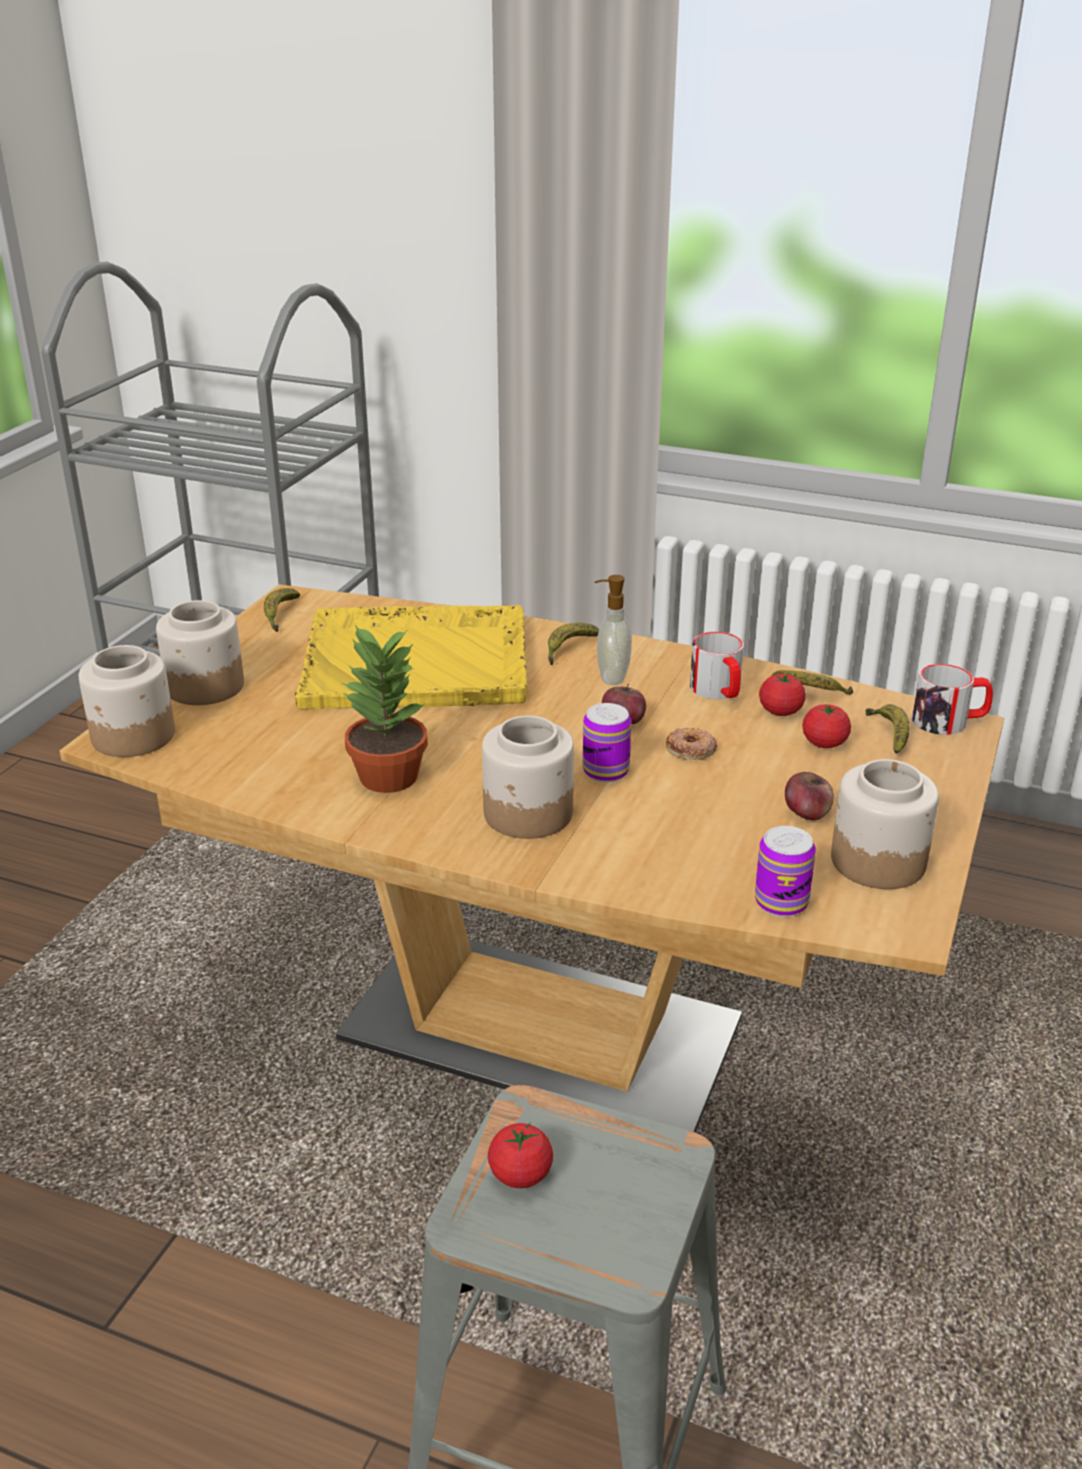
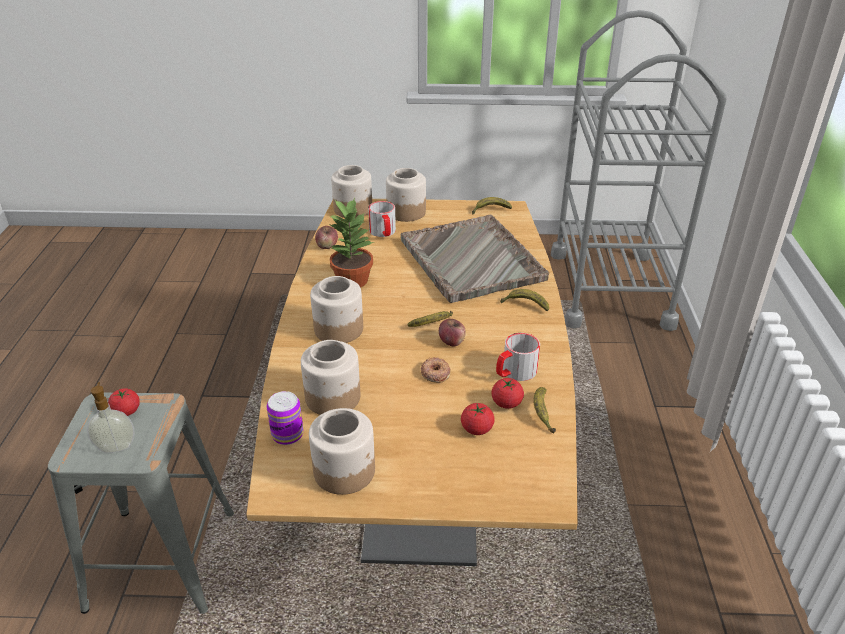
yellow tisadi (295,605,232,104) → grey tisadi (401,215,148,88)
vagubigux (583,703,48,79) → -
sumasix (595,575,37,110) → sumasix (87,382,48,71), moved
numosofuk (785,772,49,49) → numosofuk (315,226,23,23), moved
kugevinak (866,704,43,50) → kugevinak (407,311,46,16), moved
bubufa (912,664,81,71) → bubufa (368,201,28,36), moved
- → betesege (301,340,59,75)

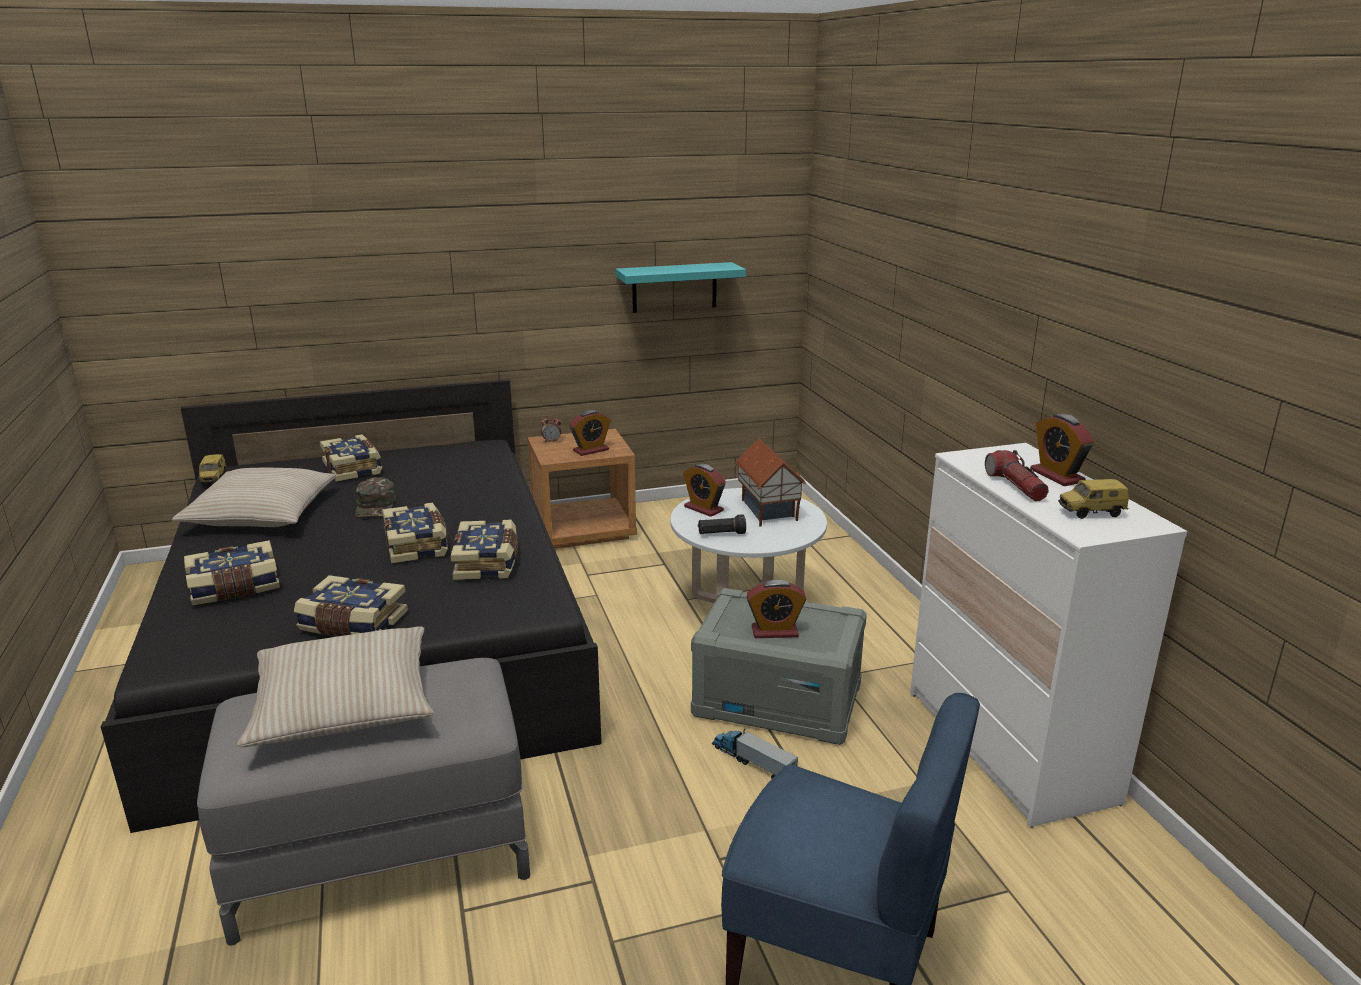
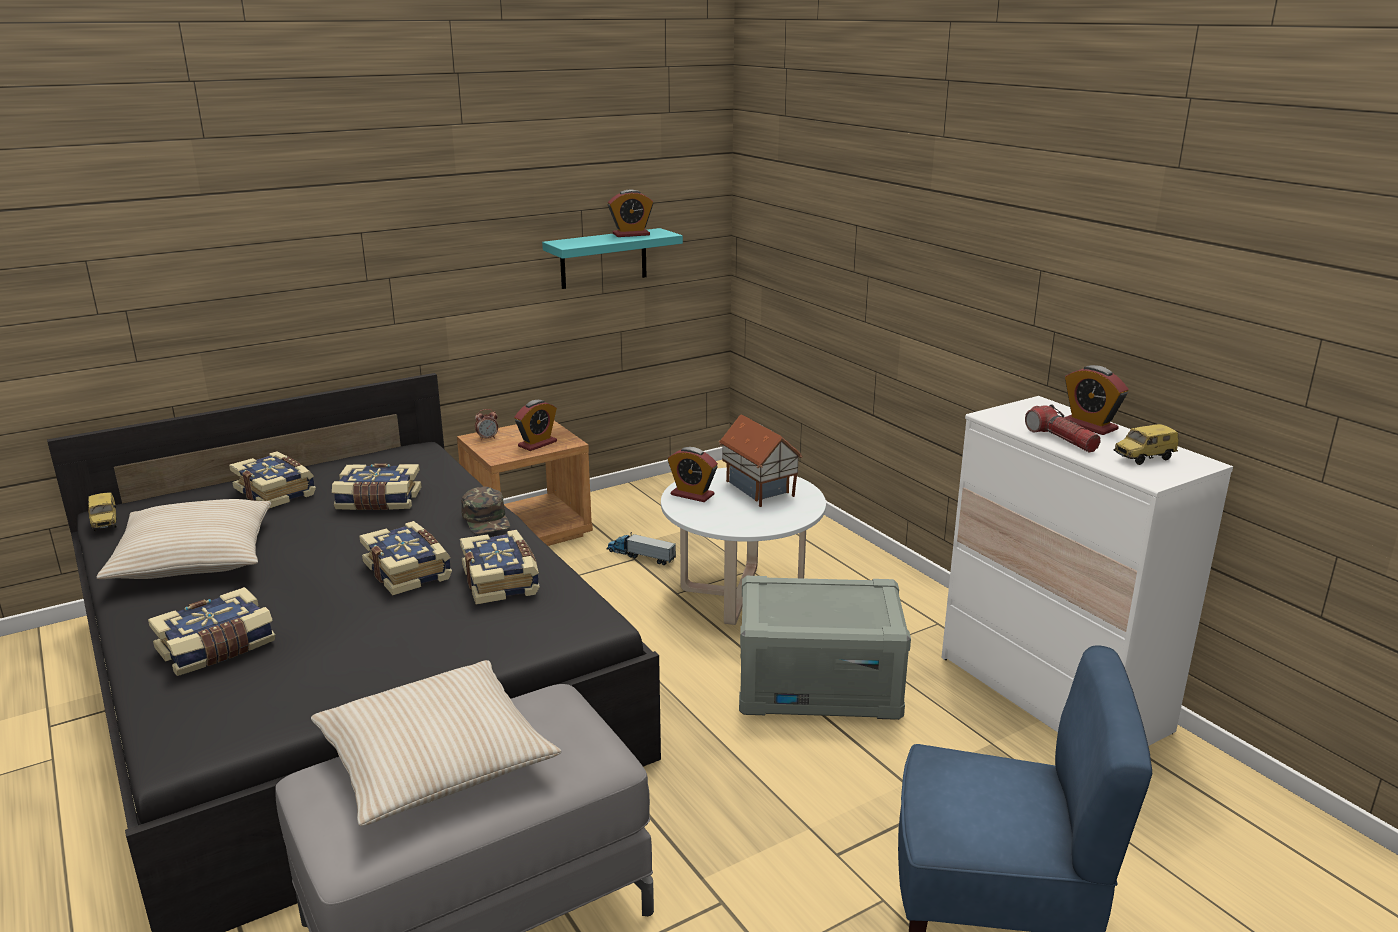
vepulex (294,575,114,62) → vepulex (332,463,90,47), moved
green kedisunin (355,477,41,40) → green kedisunin (461,486,49,48), moved
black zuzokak (698,514,48,20) → -
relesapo (712,729,86,50) → relesapo (606,532,70,33), moved
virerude (747,580,59,58) → virerude (608,189,45,48), moved

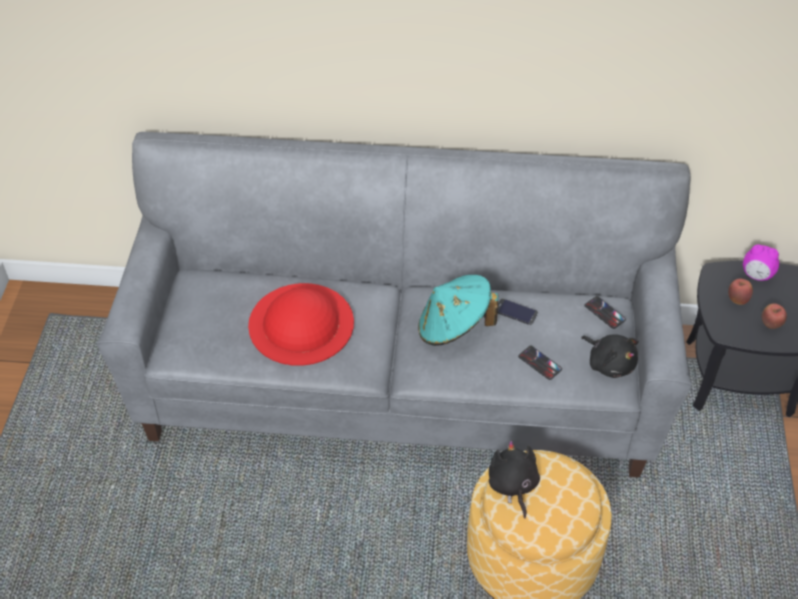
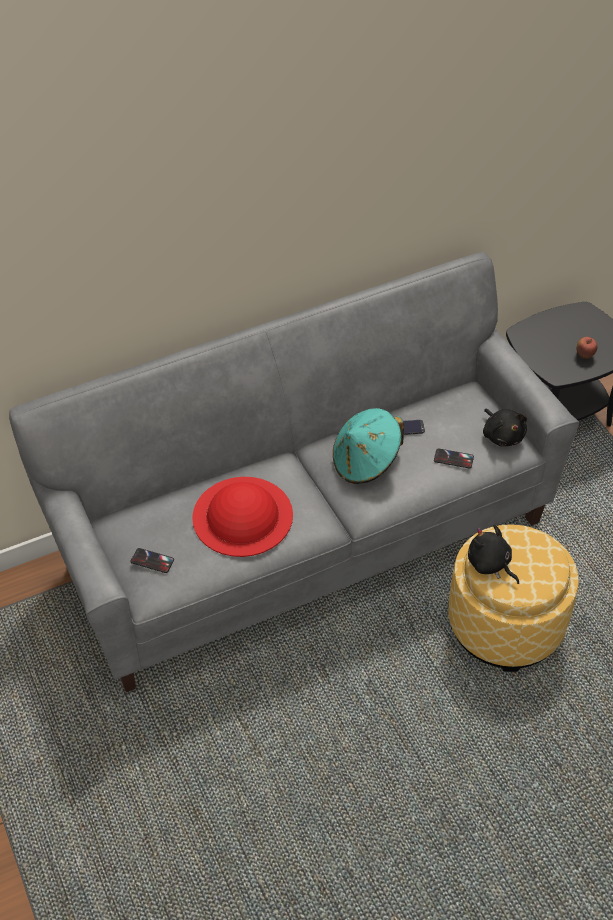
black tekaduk (581,334,58,44) → black tekaduk (483,409,44,37), 45 degrees clockwise
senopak (585,296,41,33) → senopak (130,548,44,25), moved
numosofuk (728,278,25,27) → -
virerude (743,245,36,36) → -

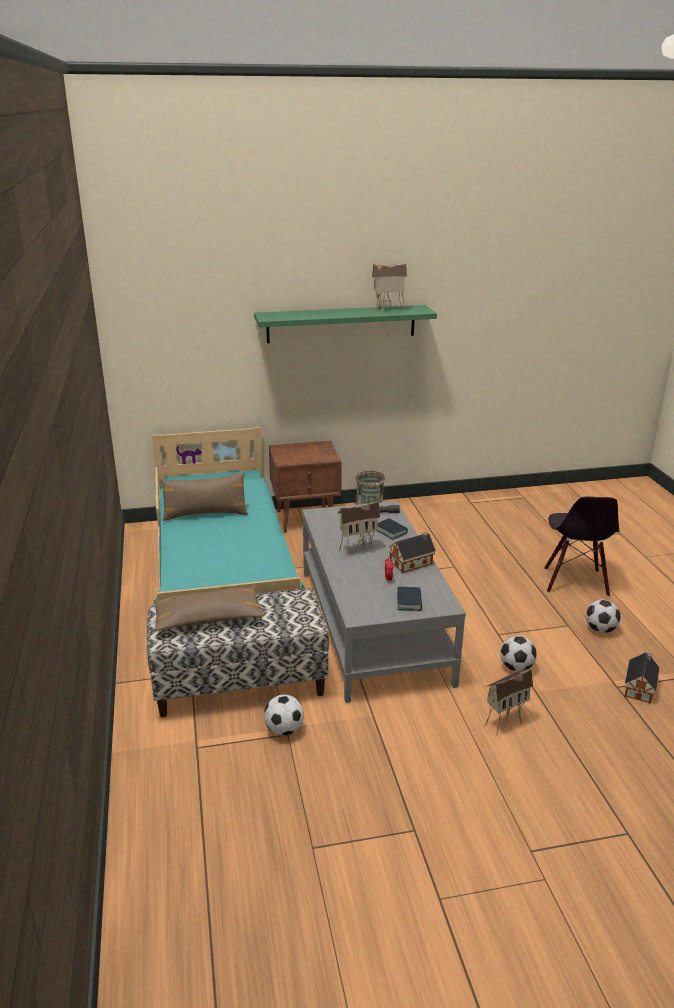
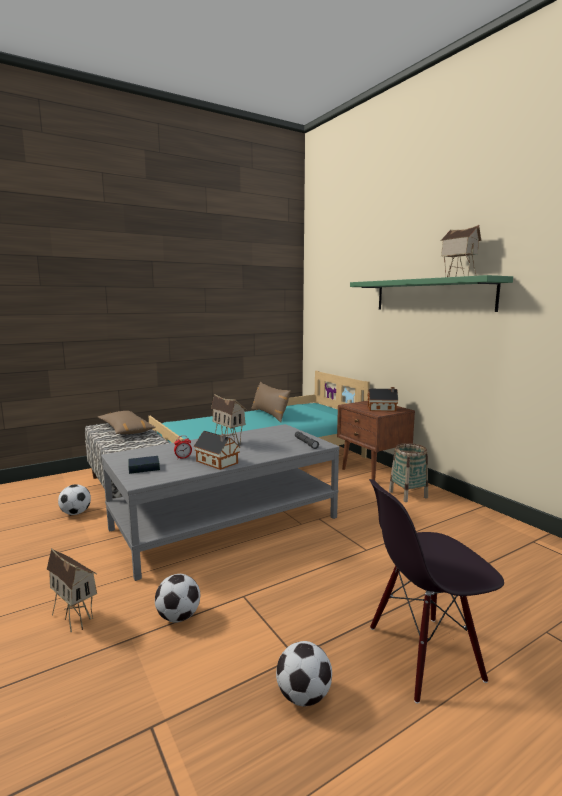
vepulex (378,518,30,22) → -
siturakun (624,653,36,51) → siturakun (367,387,31,24), moved

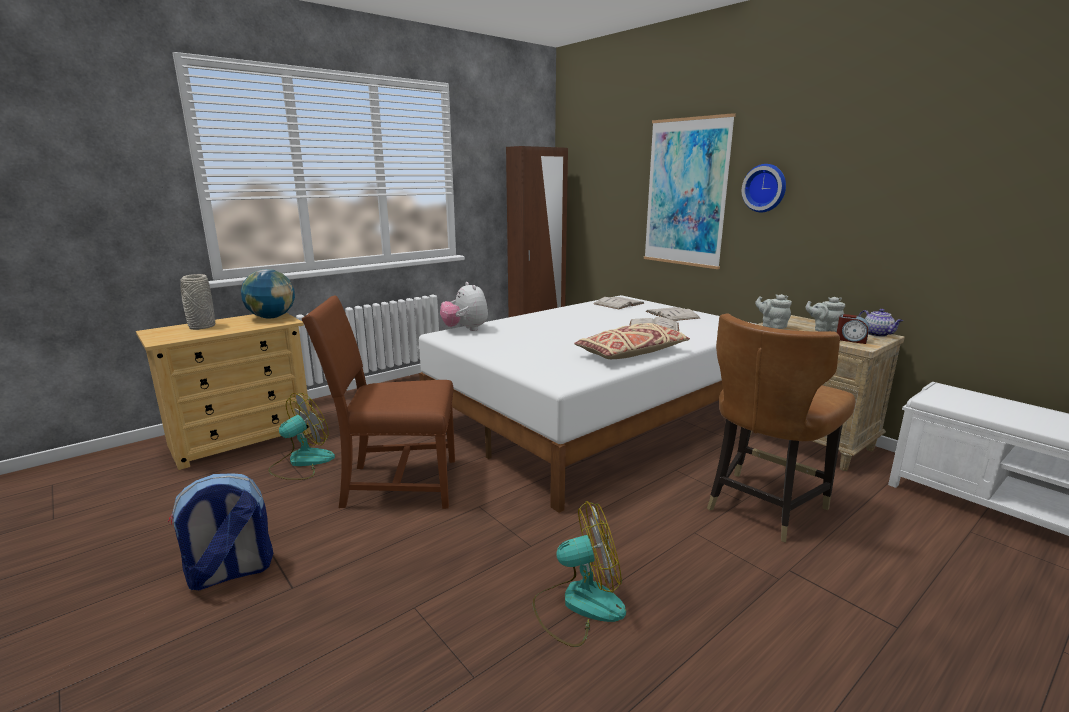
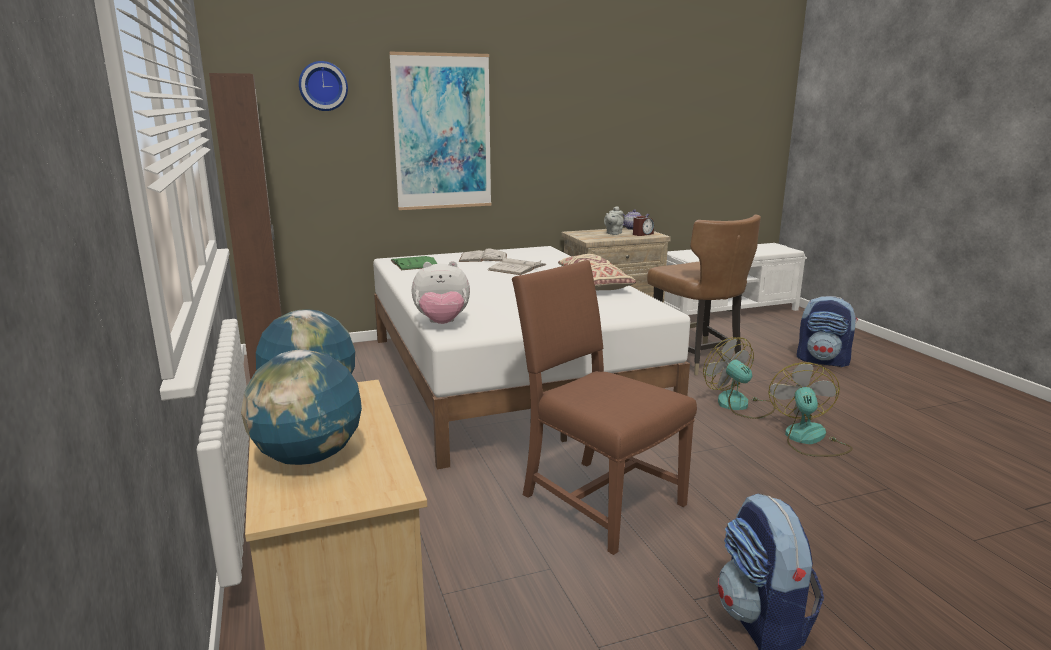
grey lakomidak (180,274,35,56) → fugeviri (241,349,121,116)
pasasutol (268,393,67,87) → pasasutol (703,337,73,82), moved
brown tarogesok (302,296,153,213) → brown tarogesok (512,260,185,295), 120 degrees clockwise
white vepulex (594,297,50,12) → green vepulex (391,256,46,14)
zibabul (742,164,44,48) → zibabul (299,61,49,50), moved
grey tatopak (755,294,37,35) → -
- → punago (797,296,61,71)

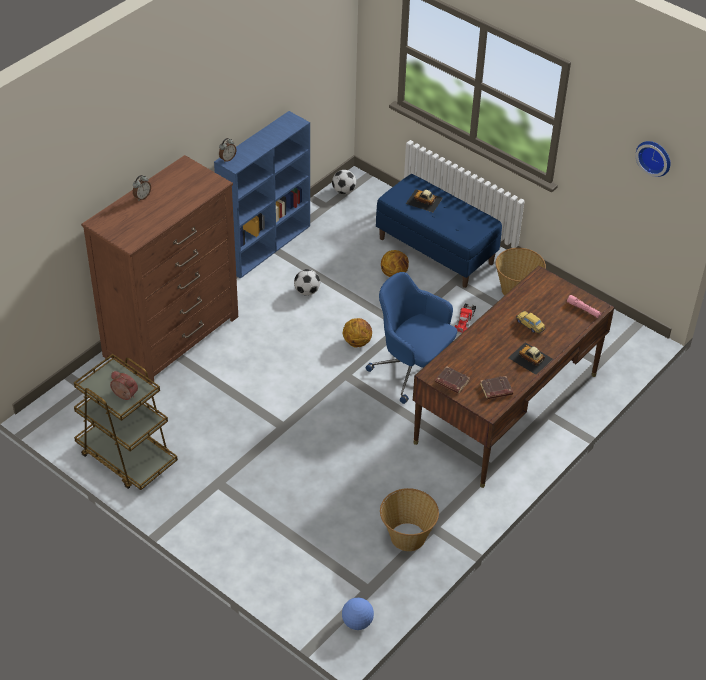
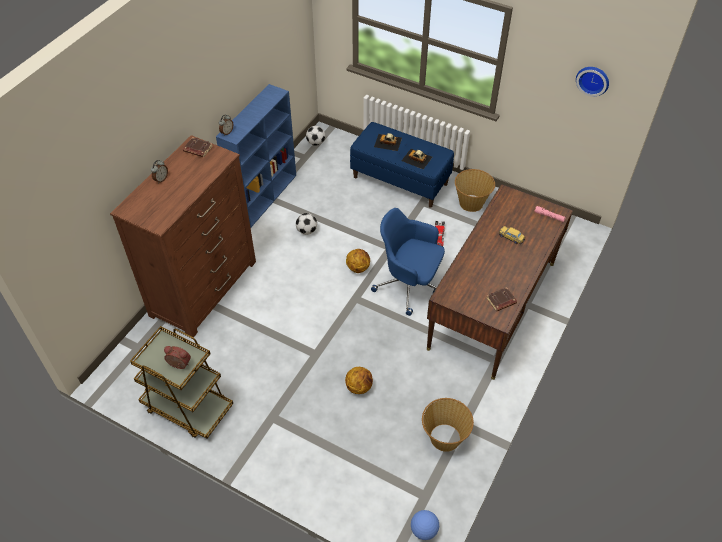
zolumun (381,250,28,27) → zolumun (345,367,28,27), moved
brown vepulex (435,366,35,28) → brown vepulex (183,137,30,20), moved
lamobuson (508,342,45,33) → lamobuson (401,149,31,20), moved

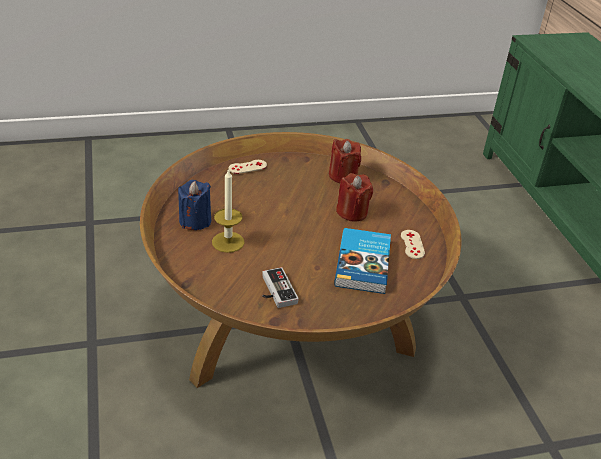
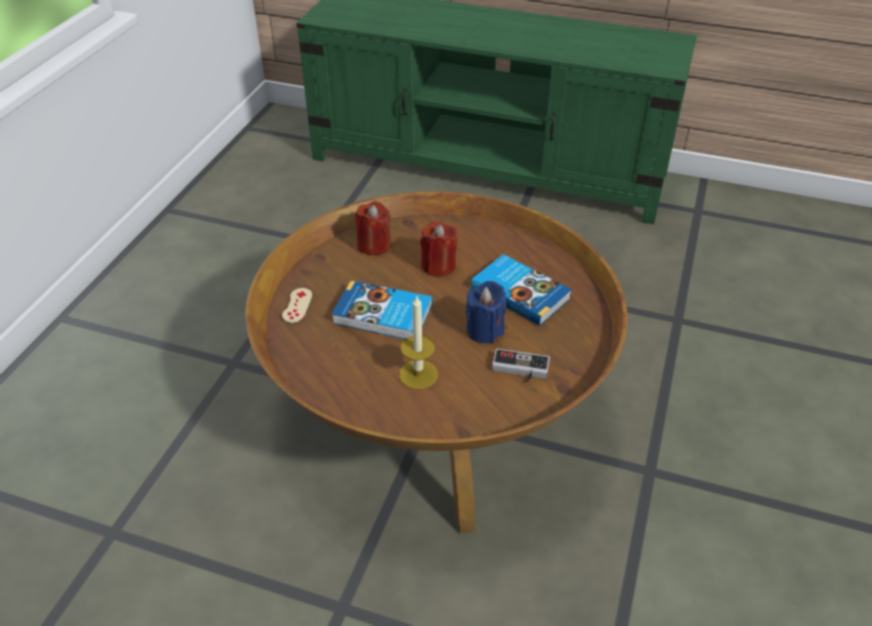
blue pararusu (178,180,33,50) → blue pararusu (466,281,40,63), moved
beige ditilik (401,230,24,29) → -
- → vepulex (332,280,101,59)

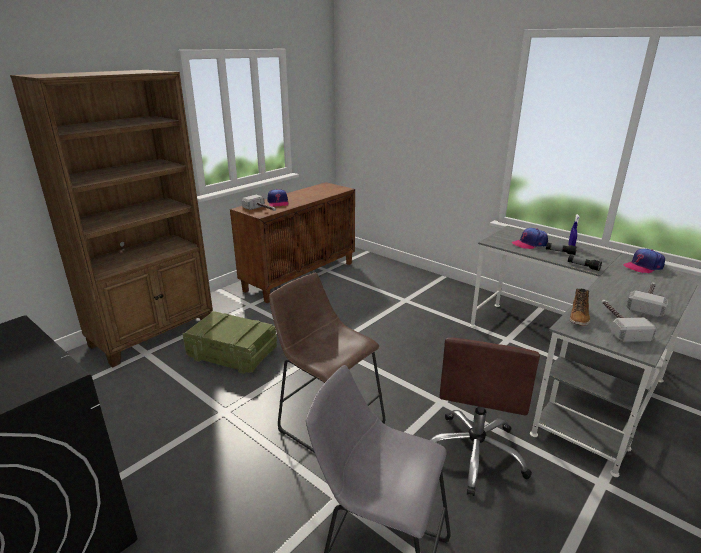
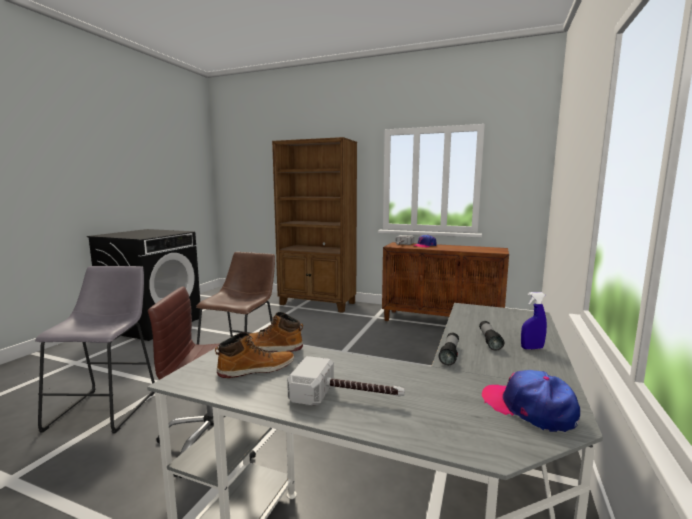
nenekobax (183,311,94,63) → -
kedisunin (512,228,36,21) → -
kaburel (602,300,55,42) → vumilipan (215,333,79,45)

